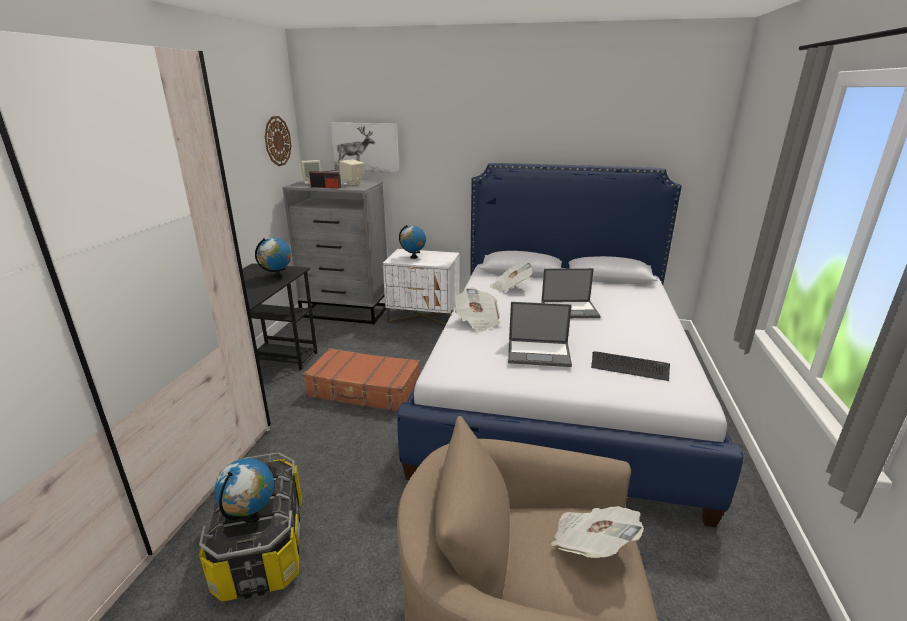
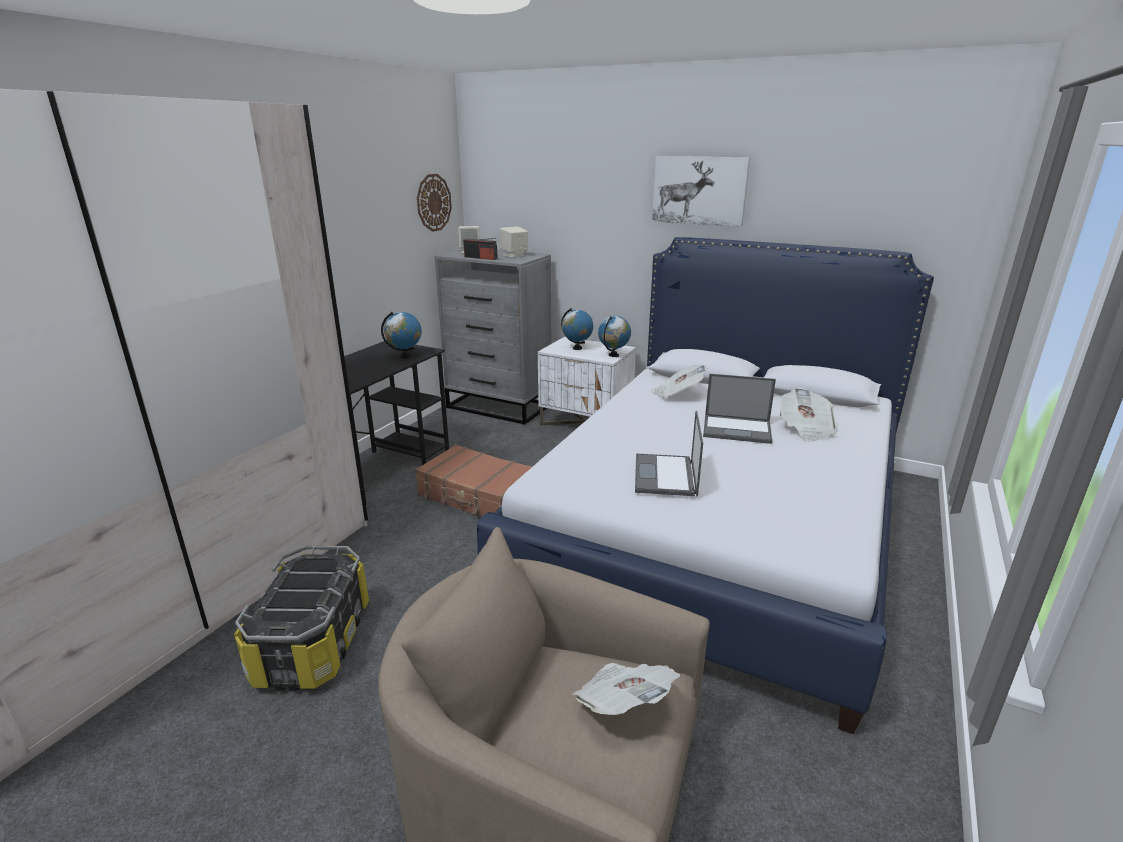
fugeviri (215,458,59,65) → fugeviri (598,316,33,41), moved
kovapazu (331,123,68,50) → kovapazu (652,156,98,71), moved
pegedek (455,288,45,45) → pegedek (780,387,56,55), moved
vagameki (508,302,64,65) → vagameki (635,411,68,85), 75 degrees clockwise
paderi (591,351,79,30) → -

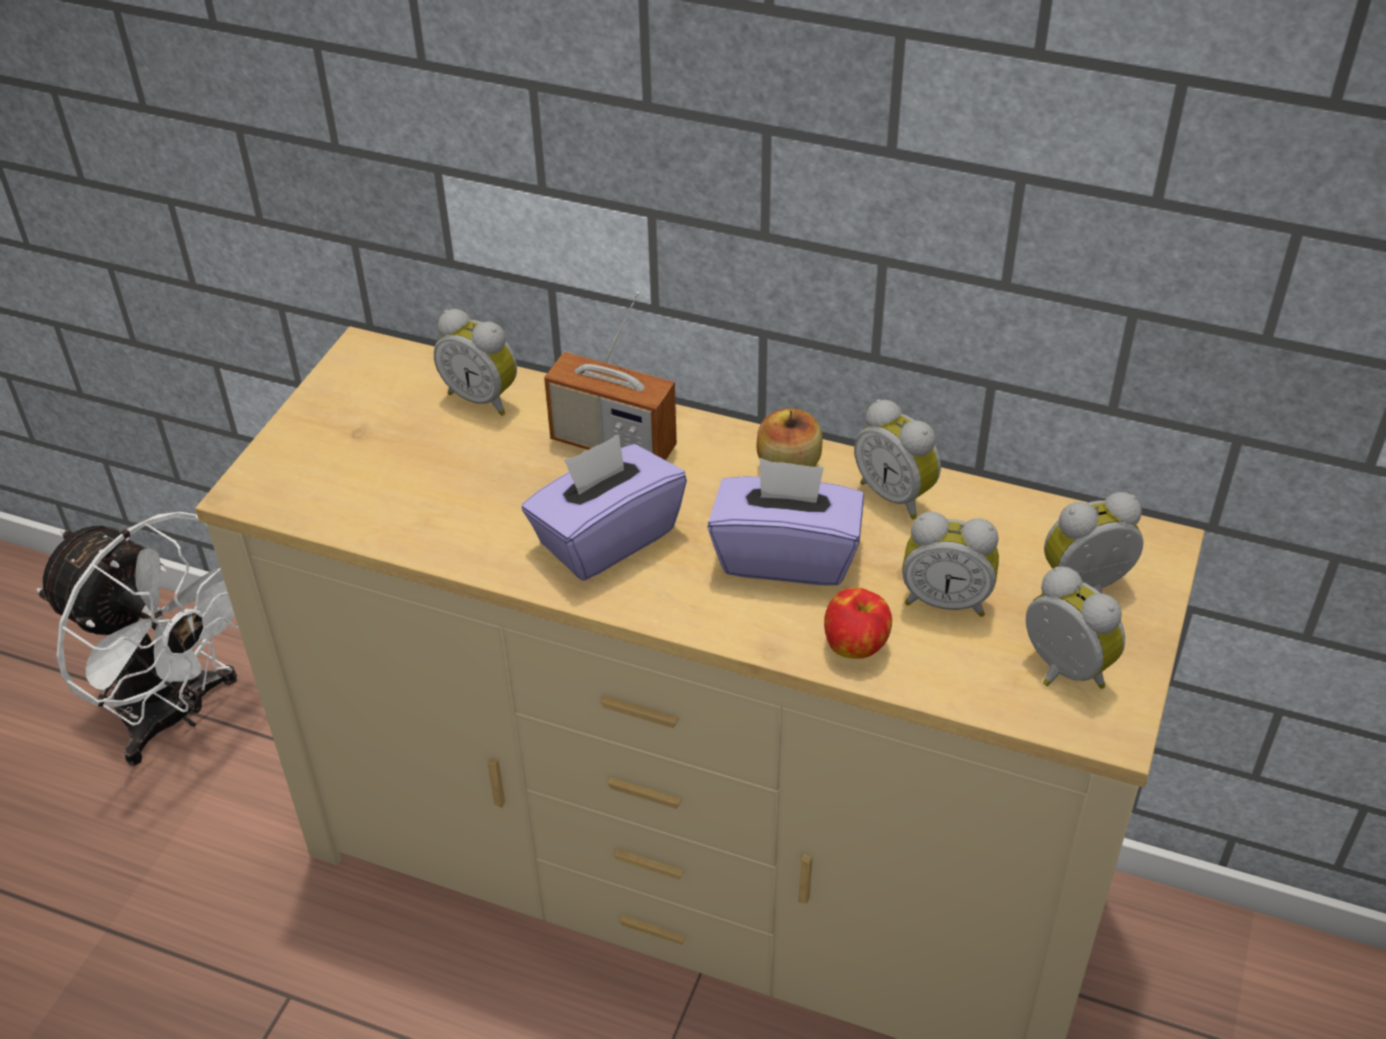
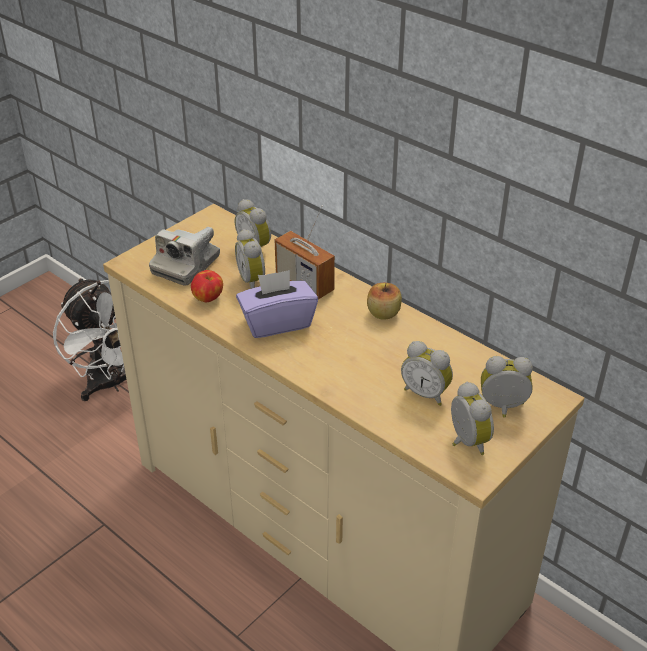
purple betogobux (707,458,157,128) → -
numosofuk (824,588,68,71) → numosofuk (191,270,32,32), moved
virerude (854,399,87,121) → virerude (235,229,30,60), moved
- → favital (149,227,71,58)

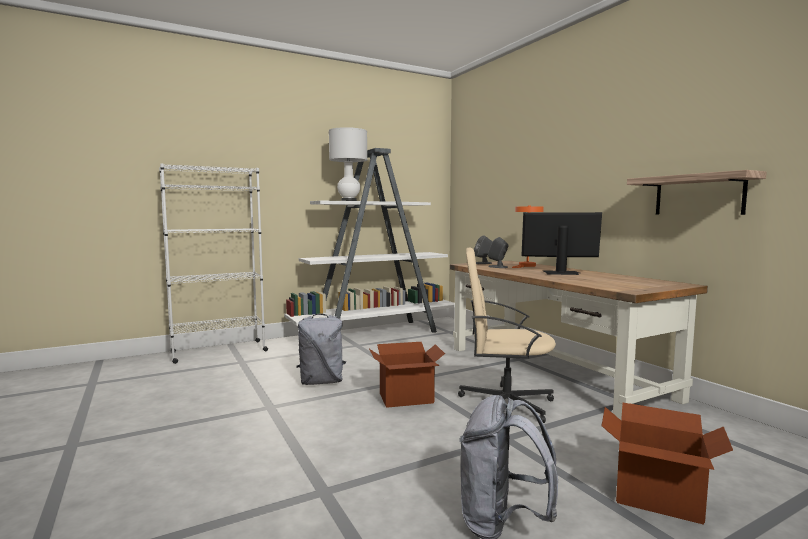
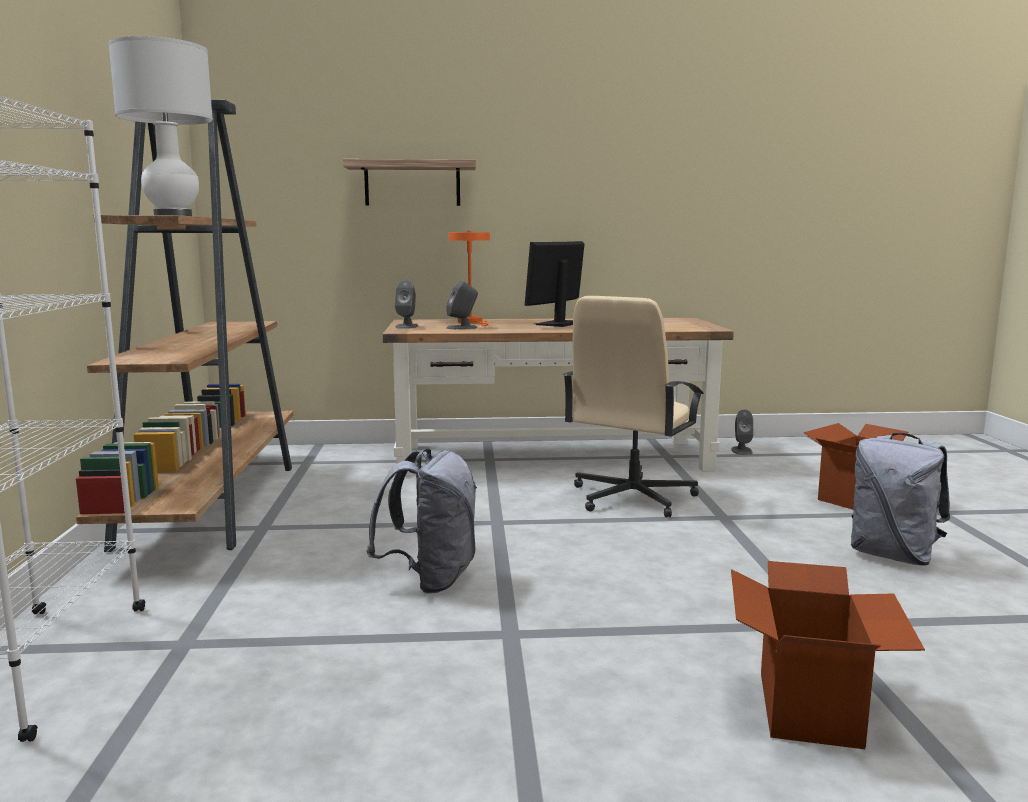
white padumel (284,148,171,185) → brown padumel (76,99,217,453)
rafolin (369,342,76,66) → rafolin (731,561,194,188), moved
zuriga (627,170,140,45) → zuriga (343,159,133,47), moved
- → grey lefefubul (731,410,22,45)

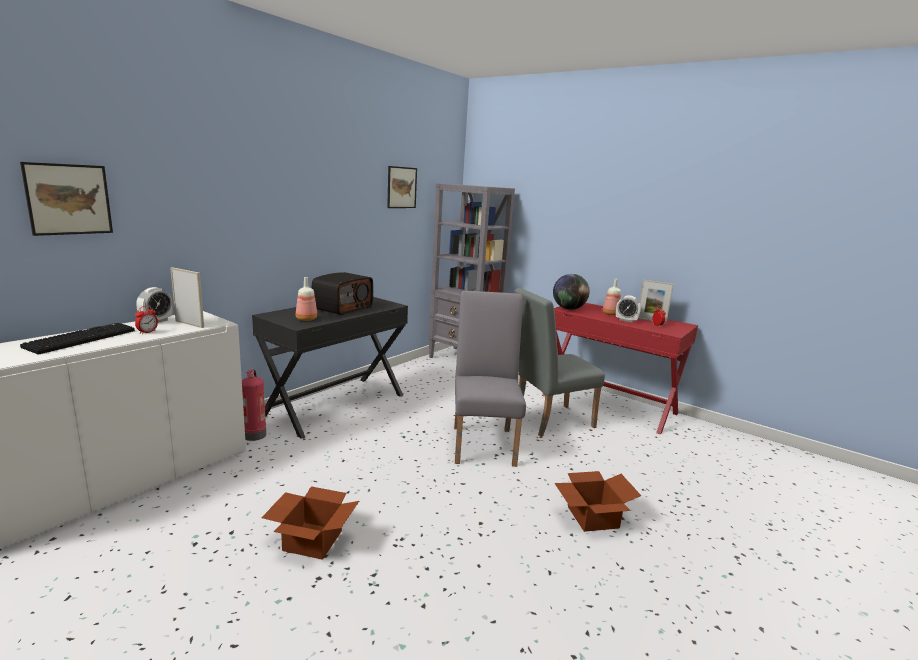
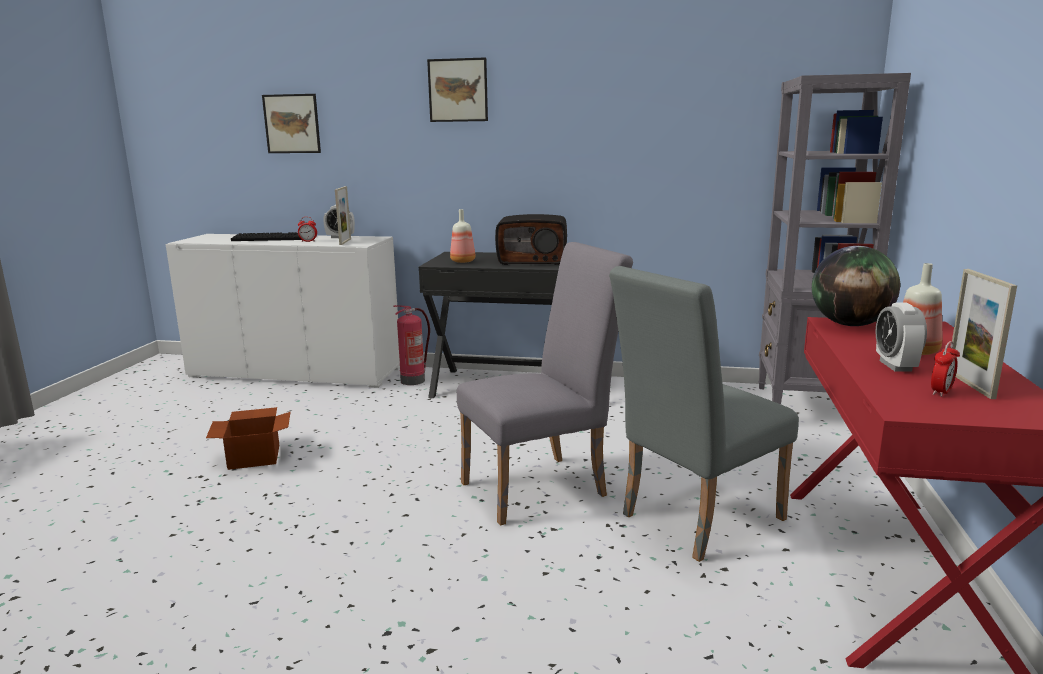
kovapazu (387,166,30,42) → kovapazu (427,57,61,65), moved
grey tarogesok (514,288,91,149) → grey tarogesok (609,266,190,296), 75 degrees counterclockwise
rafolin (555,471,86,61) → -

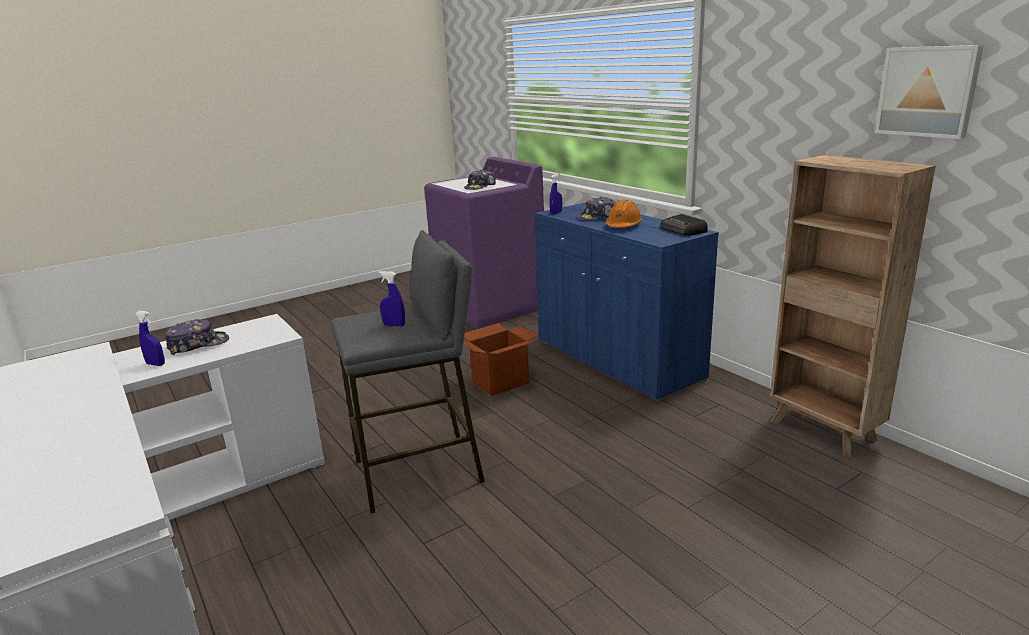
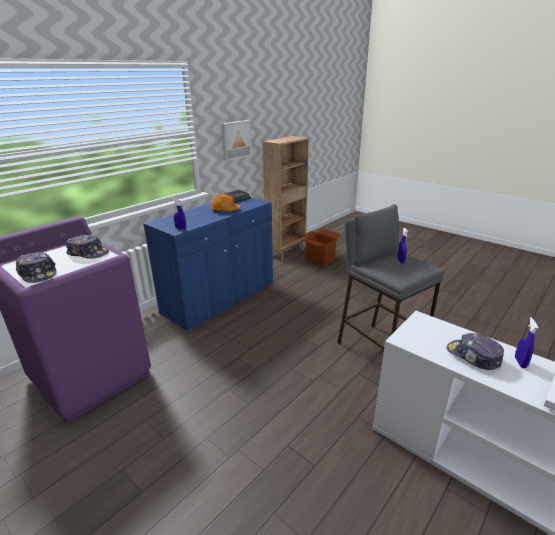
rafolin (463,323,75,73) → rafolin (301,228,41,38), moved
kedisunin (577,197,39,24) → kedisunin (16,252,41,31), moved
kovapazu (875,45,109,94) → kovapazu (221,120,31,41), moved

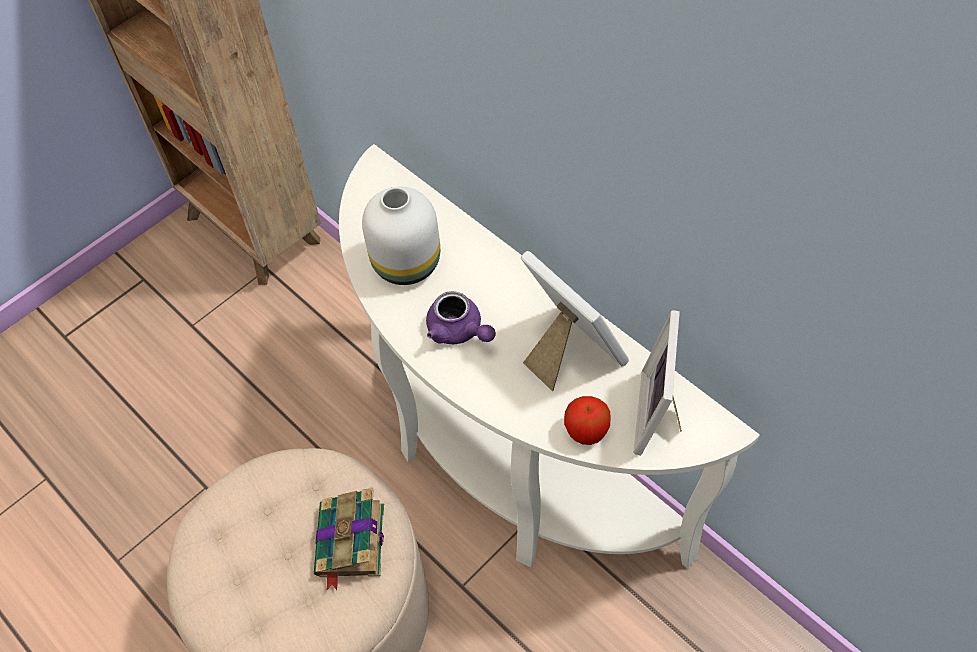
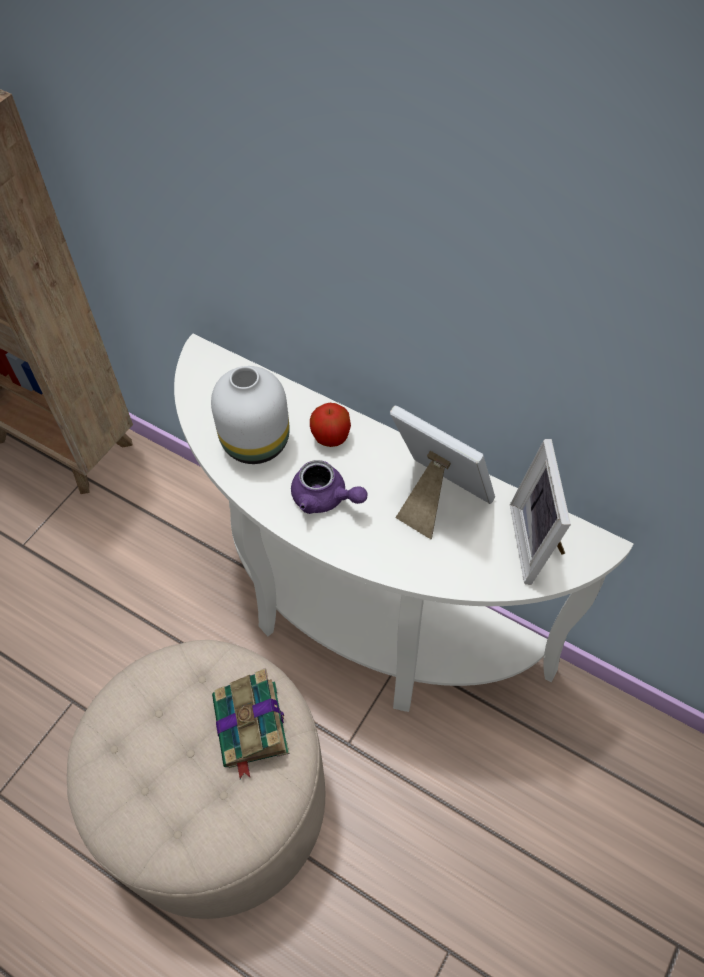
numosofuk (564,396,47,49) → numosofuk (310,403,41,44), moved

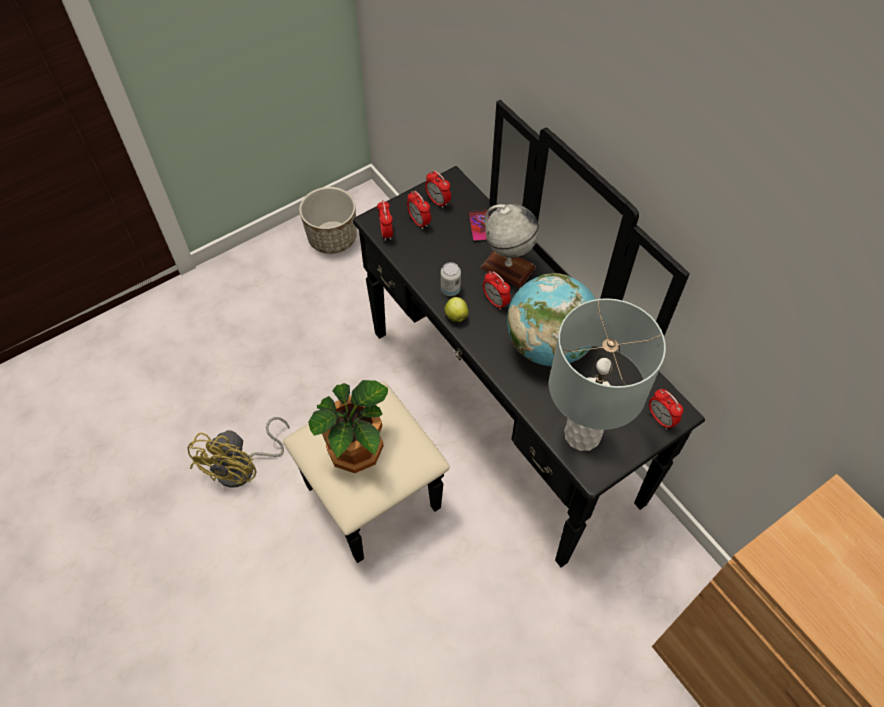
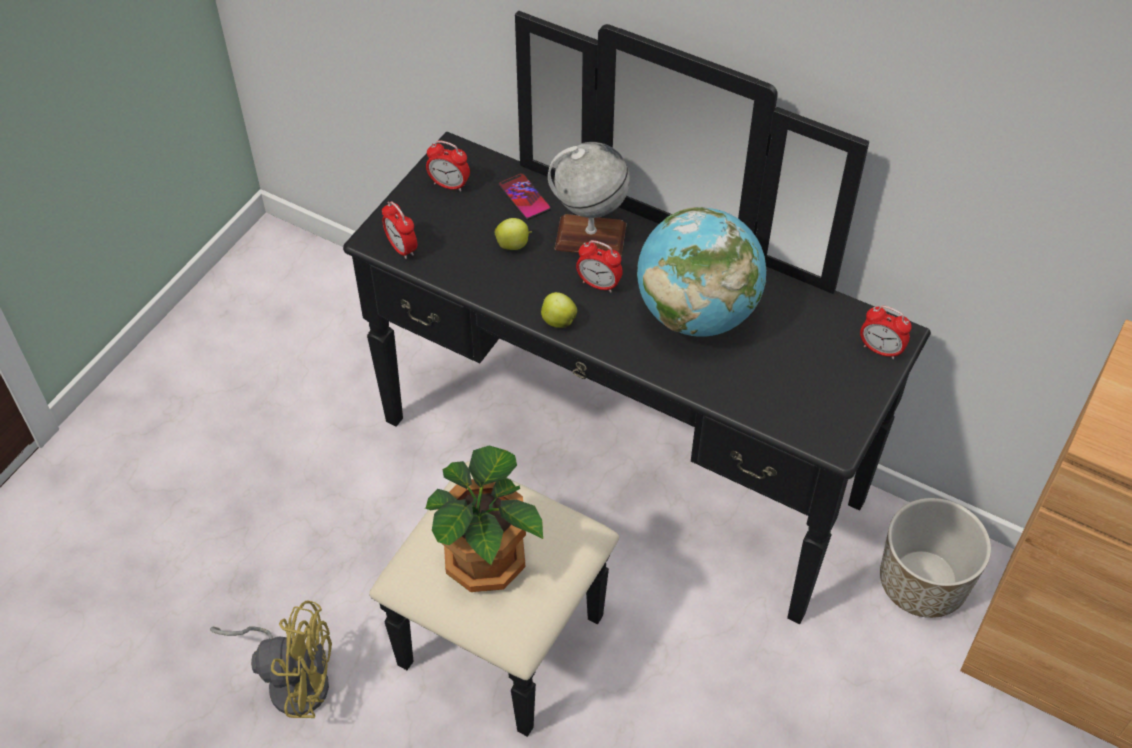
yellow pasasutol (187,417,103,71) → yellow pasasutol (210,601,122,117), 75 degrees counterclockwise
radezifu (299,187,58,67) → radezifu (880,498,111,120), moved
virerude (407,191,24,38) → -
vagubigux (441,262,20,34) → -
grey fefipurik (549,298,117,153) → -
- → numosofuk (495,218,37,32)

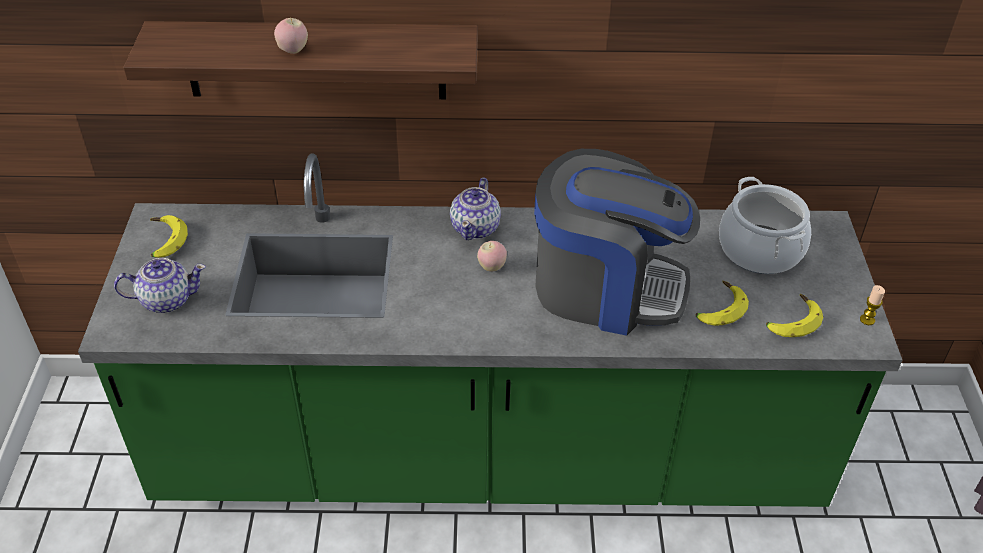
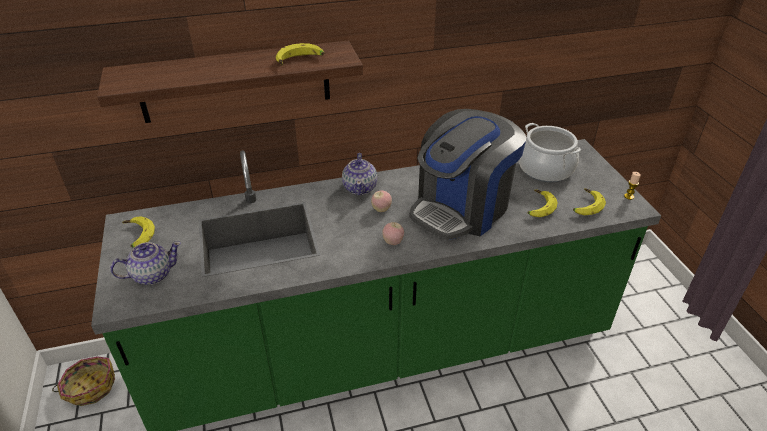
numosofuk (274,18,34,36) → numosofuk (382,222,22,23), moved
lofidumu (534,149,166,187) → lofidumu (409,109,117,131), 135 degrees clockwise
- → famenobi (52,356,63,50)
- → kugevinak (276,43,48,23)

